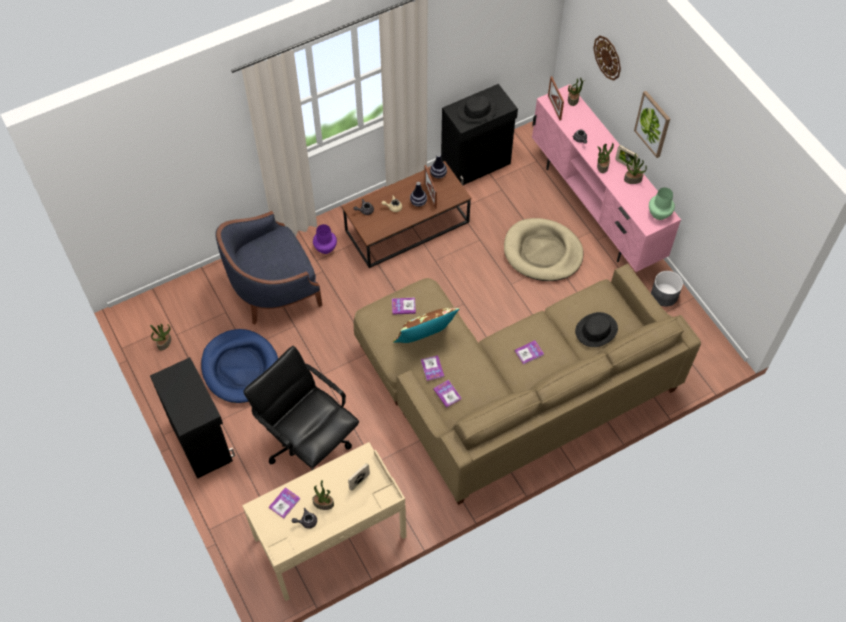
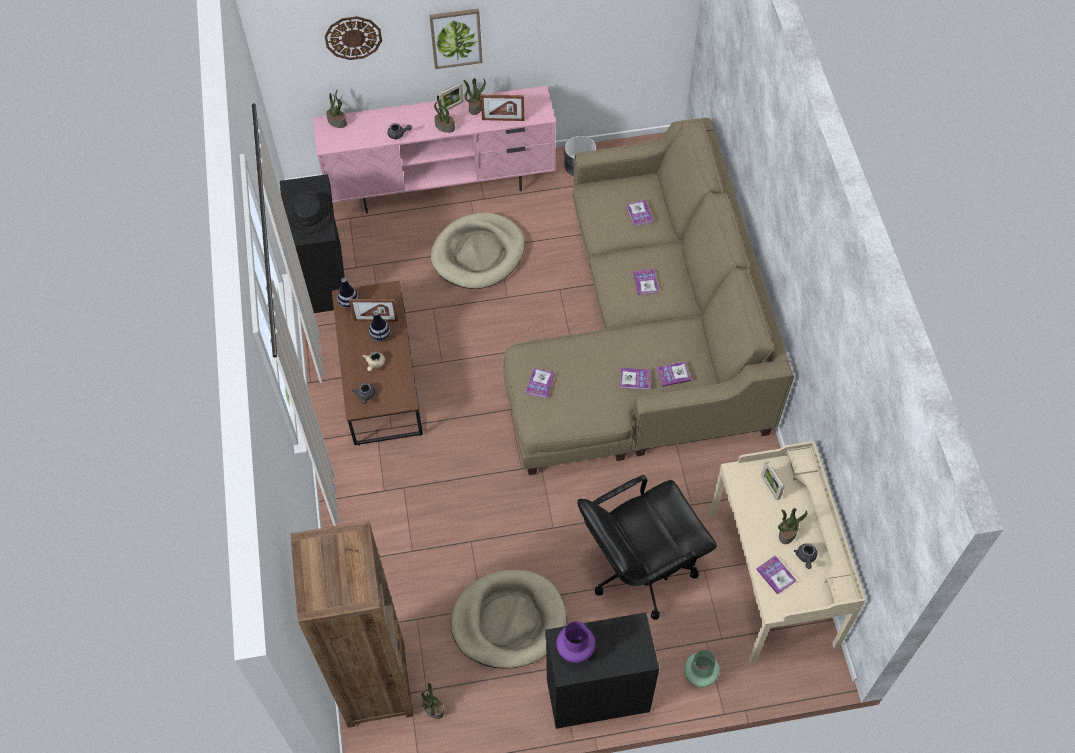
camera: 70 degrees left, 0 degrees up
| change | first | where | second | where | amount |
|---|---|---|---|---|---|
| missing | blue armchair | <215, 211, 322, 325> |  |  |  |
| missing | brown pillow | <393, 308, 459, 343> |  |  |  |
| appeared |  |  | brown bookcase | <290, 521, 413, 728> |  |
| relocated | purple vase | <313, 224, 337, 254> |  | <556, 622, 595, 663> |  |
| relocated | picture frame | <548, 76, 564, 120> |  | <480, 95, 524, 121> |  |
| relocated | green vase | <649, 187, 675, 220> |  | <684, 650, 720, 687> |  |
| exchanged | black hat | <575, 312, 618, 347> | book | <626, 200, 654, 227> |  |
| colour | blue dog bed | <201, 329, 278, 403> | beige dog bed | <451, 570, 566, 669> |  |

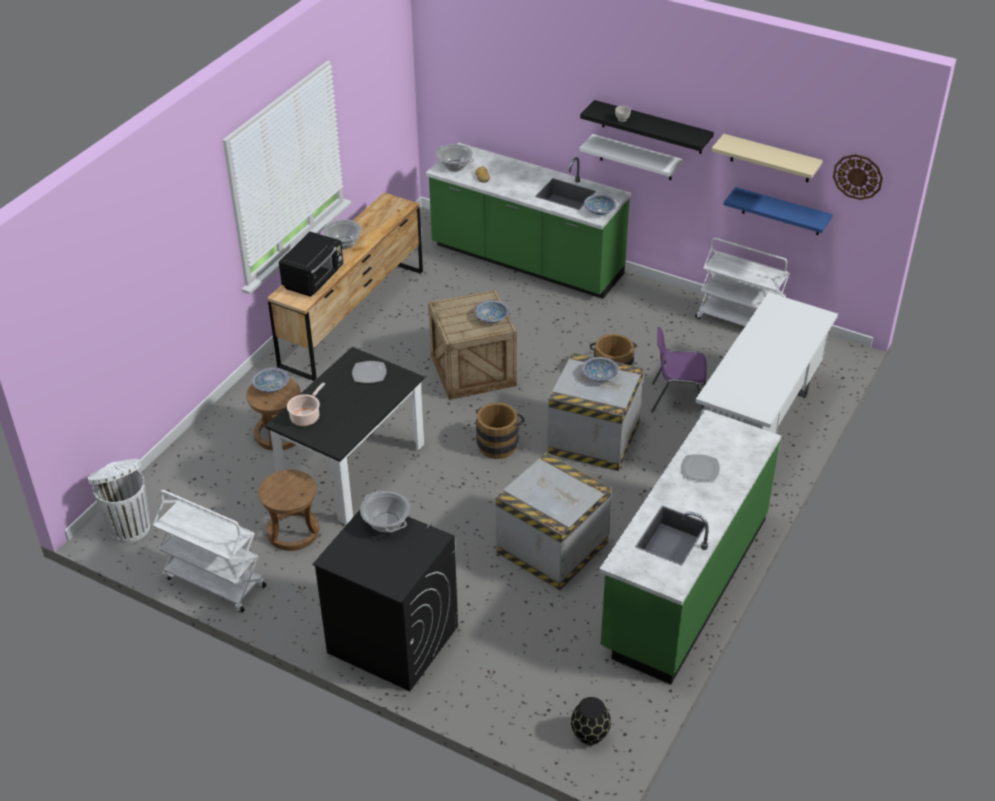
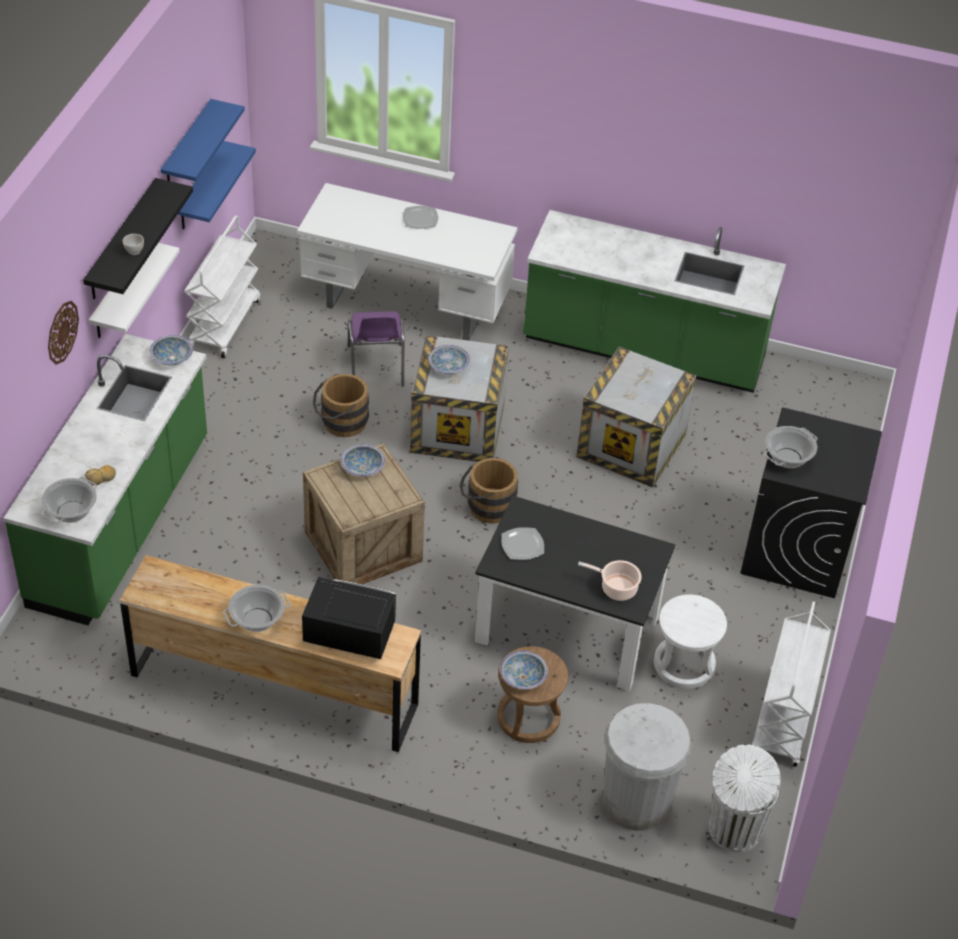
camera: 105 degrees left, 5 degrees up
| change | first | where | second | where | amount |
|---|---|---|---|---|---|
| missing | black vase | <571, 697, 611, 745> |  |  |  |
| appeared |  |  | white trash can | <602, 703, 692, 831> |  |
| relocated | plate | <682, 454, 720, 481> |  | <402, 206, 438, 229> |  |
| relocated | wall clock | <833, 154, 883, 200> |  | <48, 301, 79, 365> |  |
| colour | brown stool | <258, 470, 319, 551> | white stool | <654, 594, 727, 689> |  |
| colour | beige shelf | <711, 134, 823, 182> | blue shelf | <161, 99, 245, 181> |  |

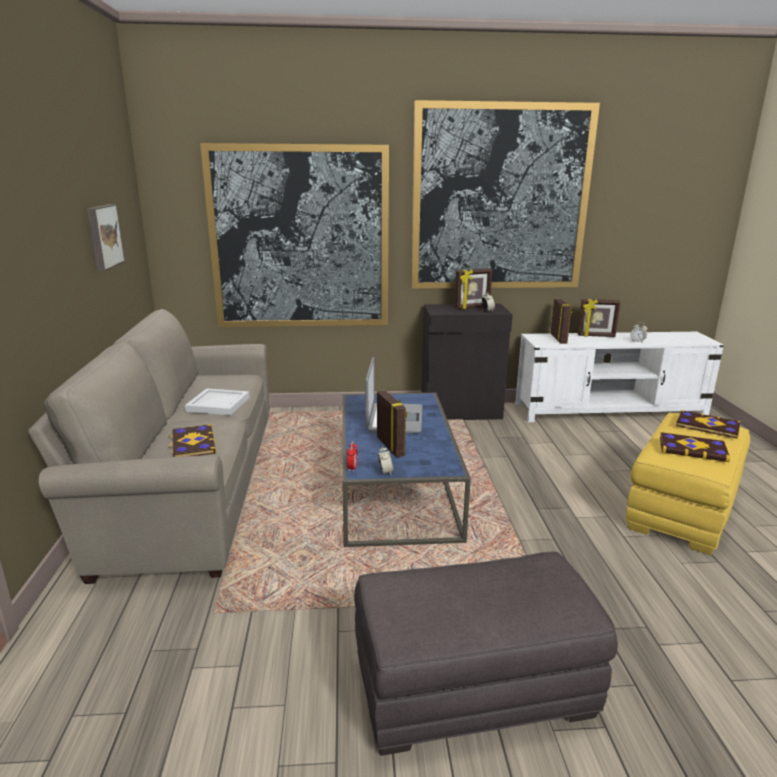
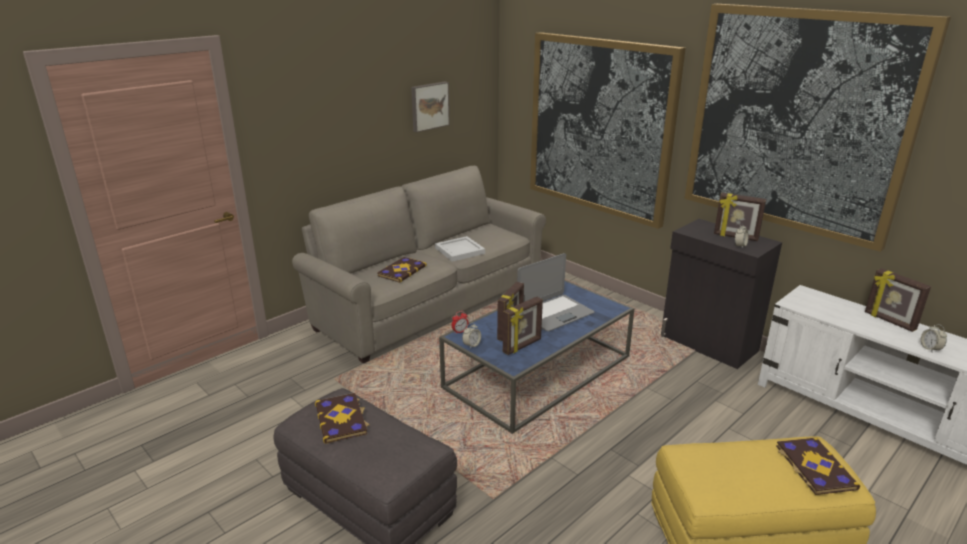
camera: 50 degrees right, 5 degrees up
| change | first | where | second | where | amount |
|---|---|---|---|---|---|
| relocated | picture frame | <550, 299, 572, 344> |  | <503, 297, 543, 355> |  |
| relocated | book | <660, 432, 730, 462> |  | <315, 393, 370, 444> |  |

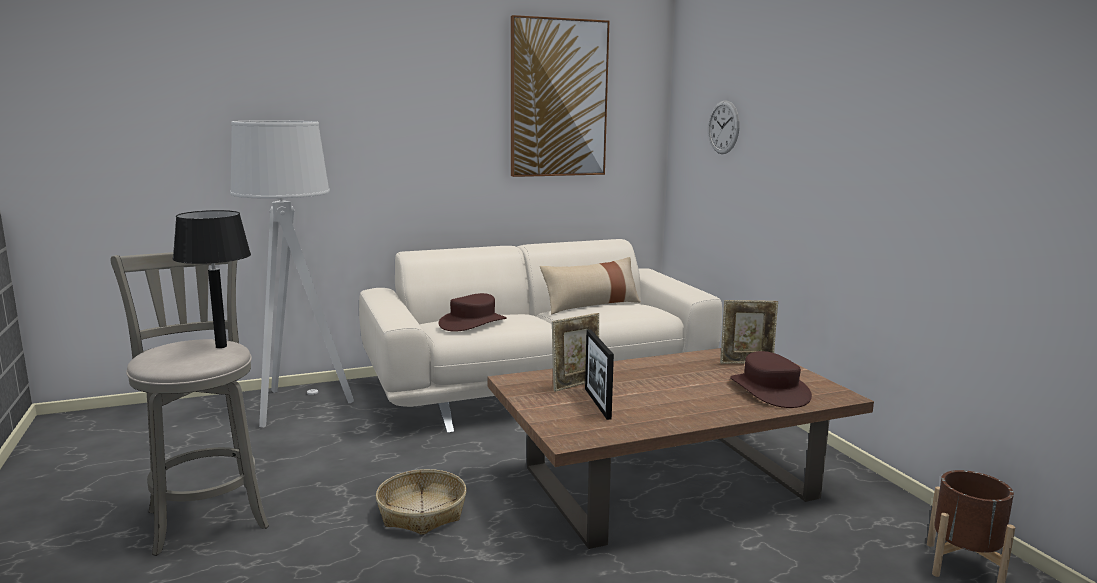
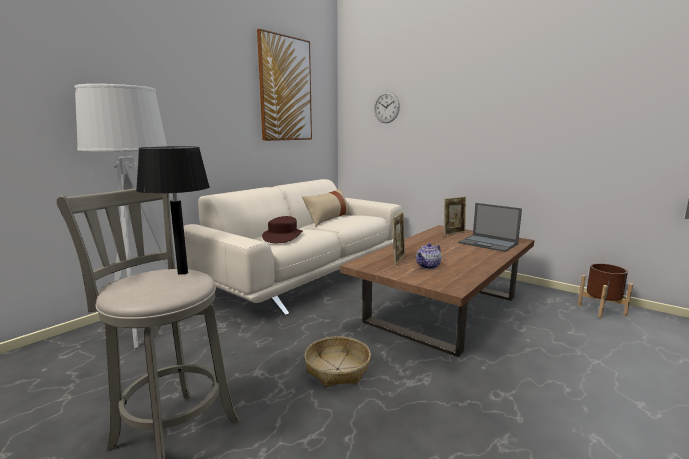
camera: 30 degrees left, 0 degrees up
| change | first | where | second | where | amount |
|---|---|---|---|---|---|
| exchanged | picture frame | <585, 329, 614, 420> | teapot | <416, 243, 441, 269> |  |
| exchanged | brown hat | <730, 351, 812, 408> | laptop | <458, 203, 522, 252> |  |

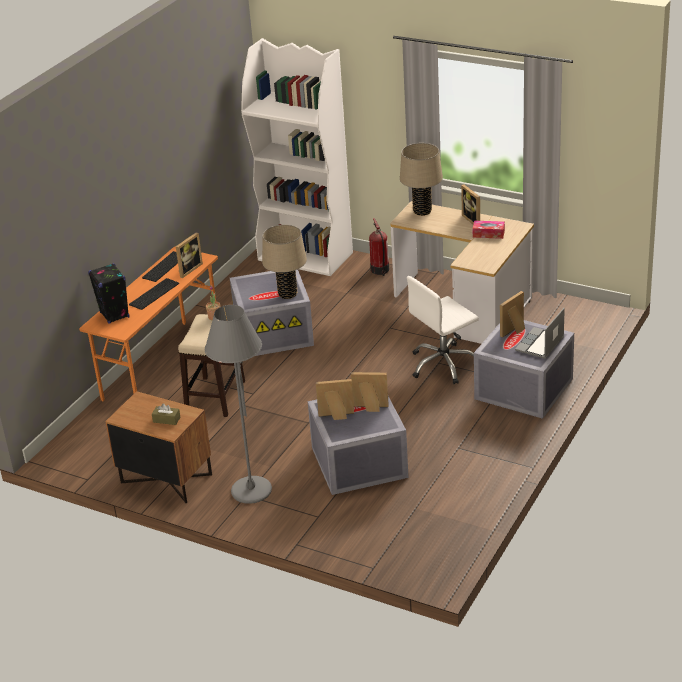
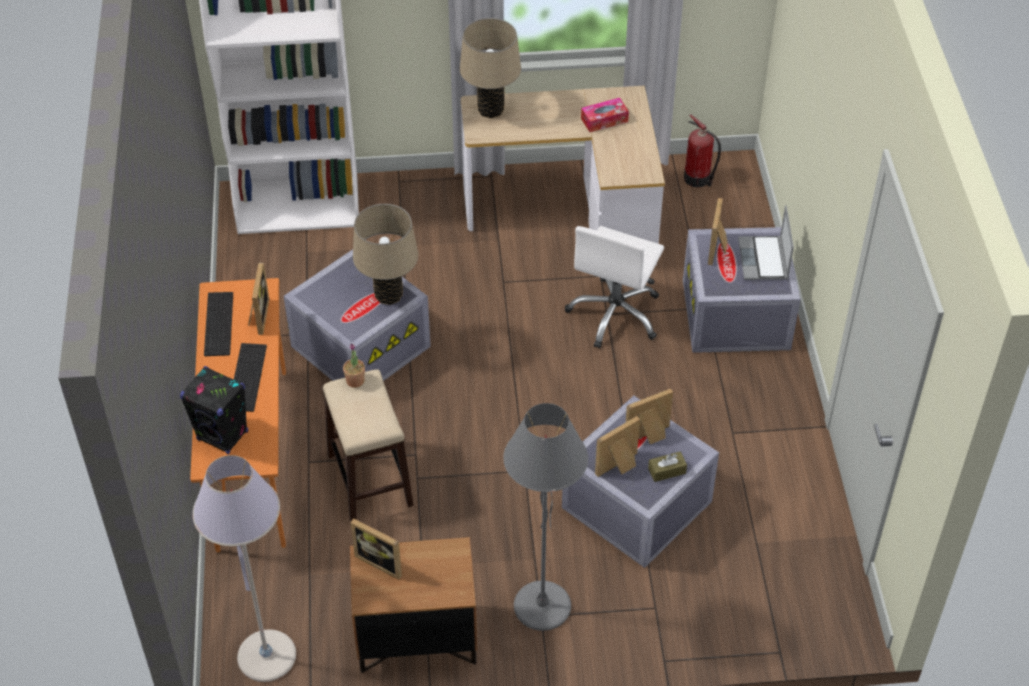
camera: 35 degrees left, 15 degrees up
| change | first | where | second | where | amount |
|---|---|---|---|---|---|
| appeared |  |  | grey floor lamp | <193, 455, 296, 682> |  |
| relocated | brown tissue box | <152, 403, 180, 425> |  | <648, 452, 687, 482> |  |
| relocated | fire extinguisher | <369, 218, 389, 276> |  | <684, 114, 721, 187> |  |
| relocated | picture frame | <461, 184, 480, 224> |  | <351, 519, 402, 580> |  |

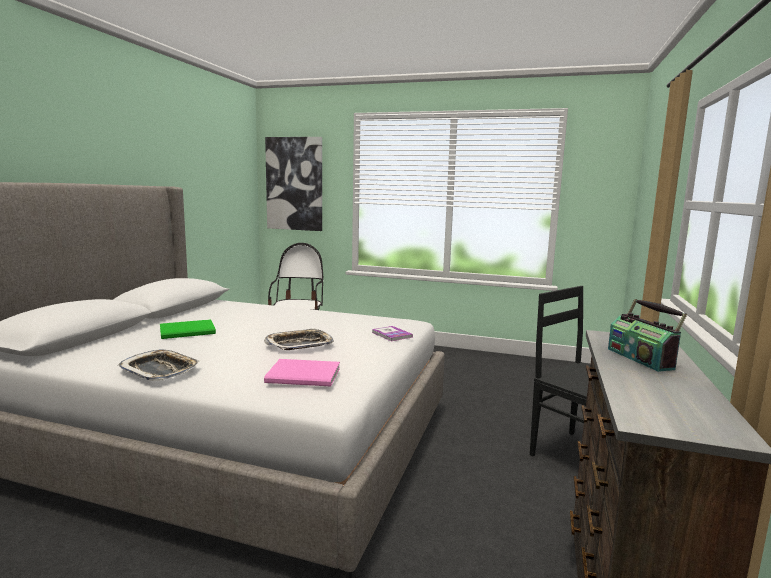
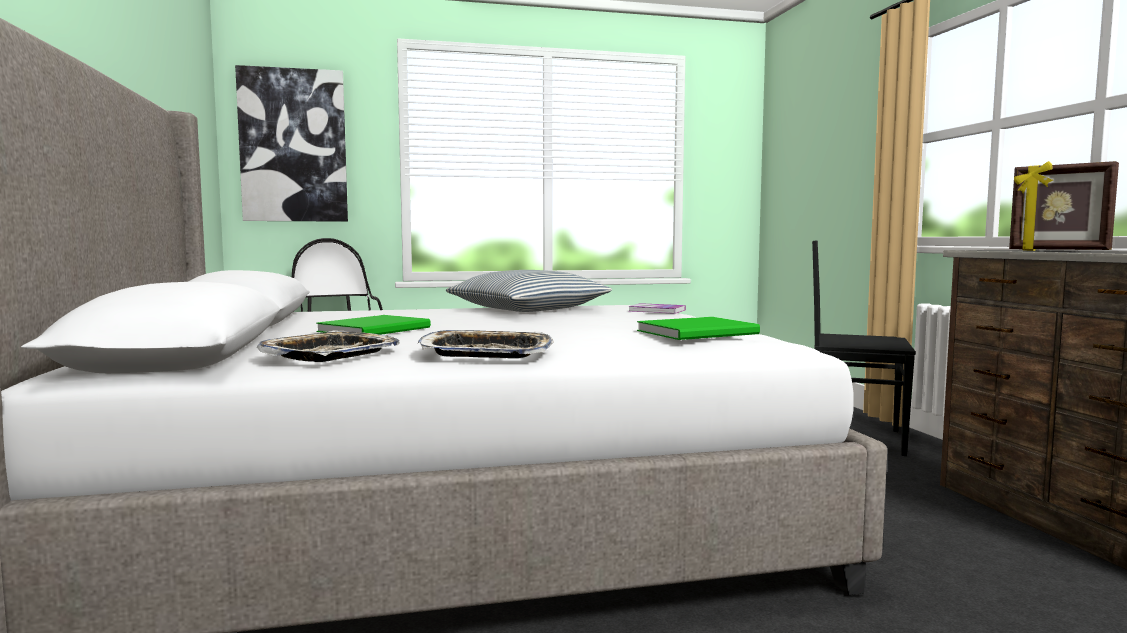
camera: 30 degrees left, 5 degrees down
| change | first | where | second | where | amount |
|---|---|---|---|---|---|
| appeared |  |  | pillow | <446, 270, 612, 312> |  |
| relocated | tray | <264, 328, 334, 350> |  | <257, 331, 400, 362> |  |
| exchanged | radio | <608, 299, 687, 372> | picture frame | <1009, 161, 1119, 251> |  |
| colour | pink book | <264, 359, 340, 386> | green book | <637, 317, 760, 340> |  |

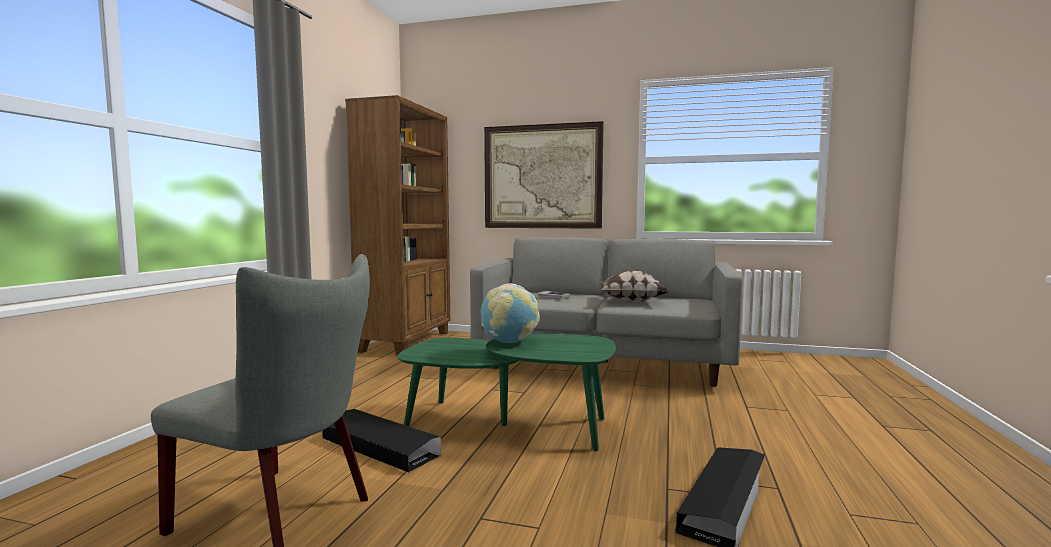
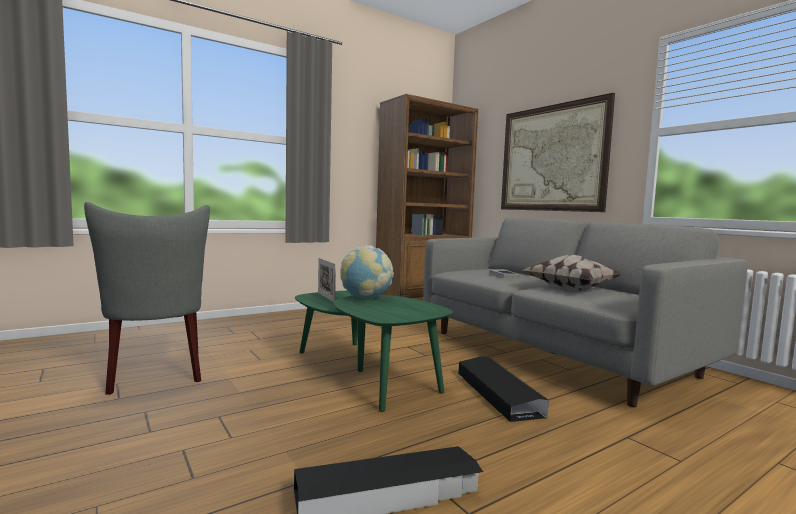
camera: 40 degrees right, 0 degrees up
| change | first | where | second | where | amount |
|---|---|---|---|---|---|
| appeared |  |  | picture frame | <318, 258, 336, 302> |  |
| relocated | black storage box | <322, 409, 441, 472> |  | <458, 356, 549, 422> |  |

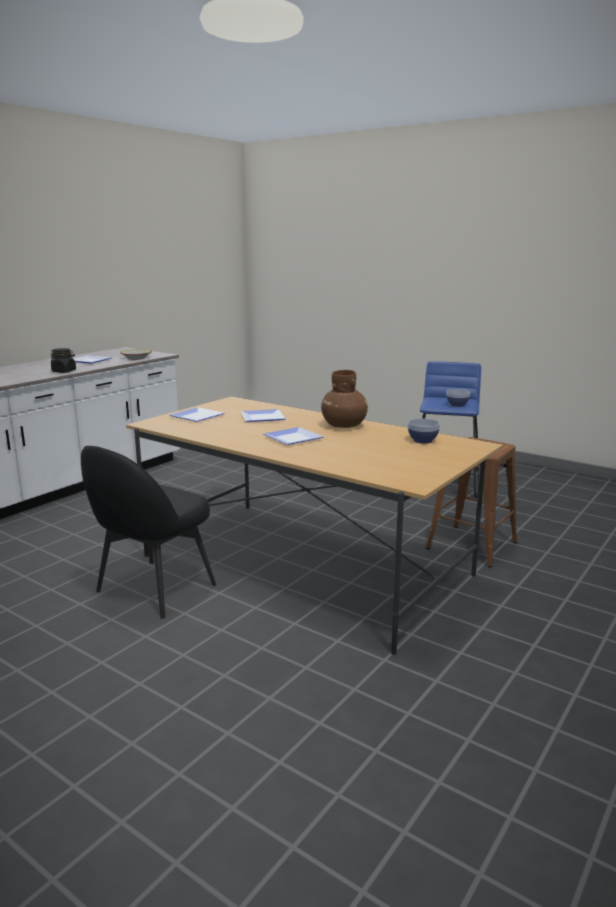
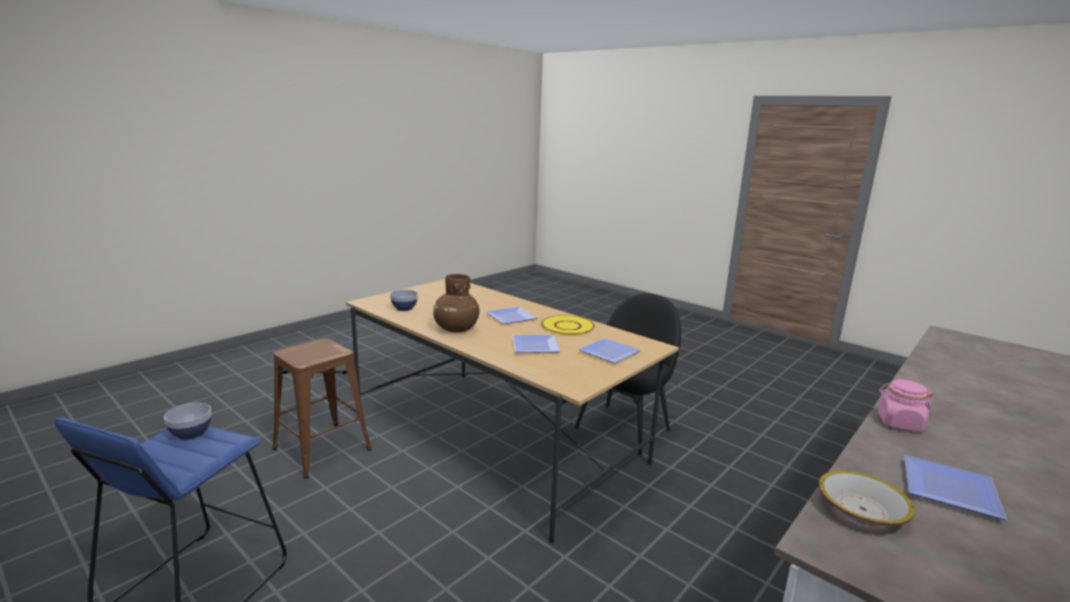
camera: 175 degrees left, 0 degrees up
| change | first | where | second | where | amount |
|---|---|---|---|---|---|
| appeared |  |  | yellow plate | <541, 315, 595, 336> |  |
| colour | black jar | <51, 348, 76, 373> | pink jar | <878, 379, 934, 432> |  |

